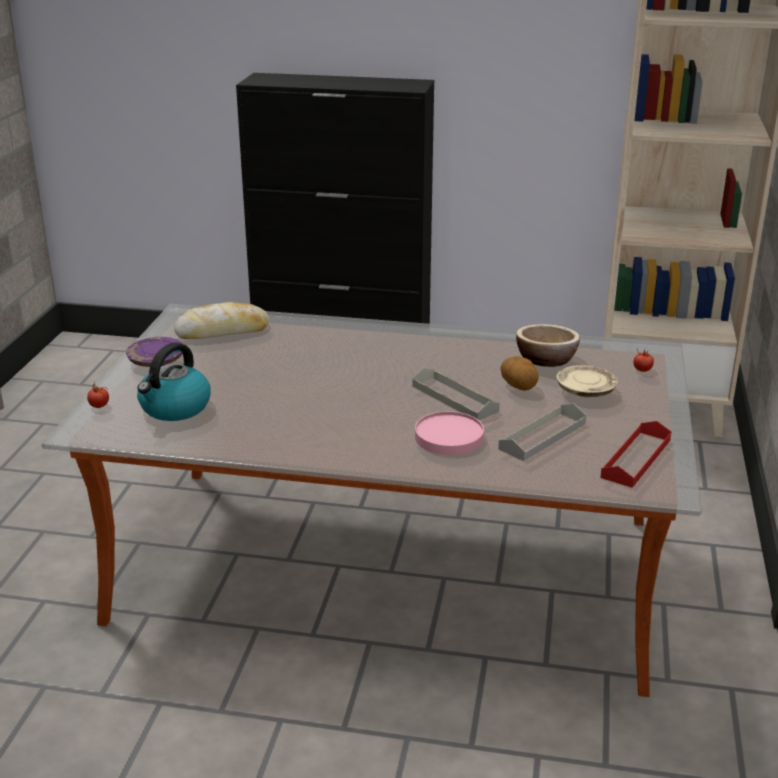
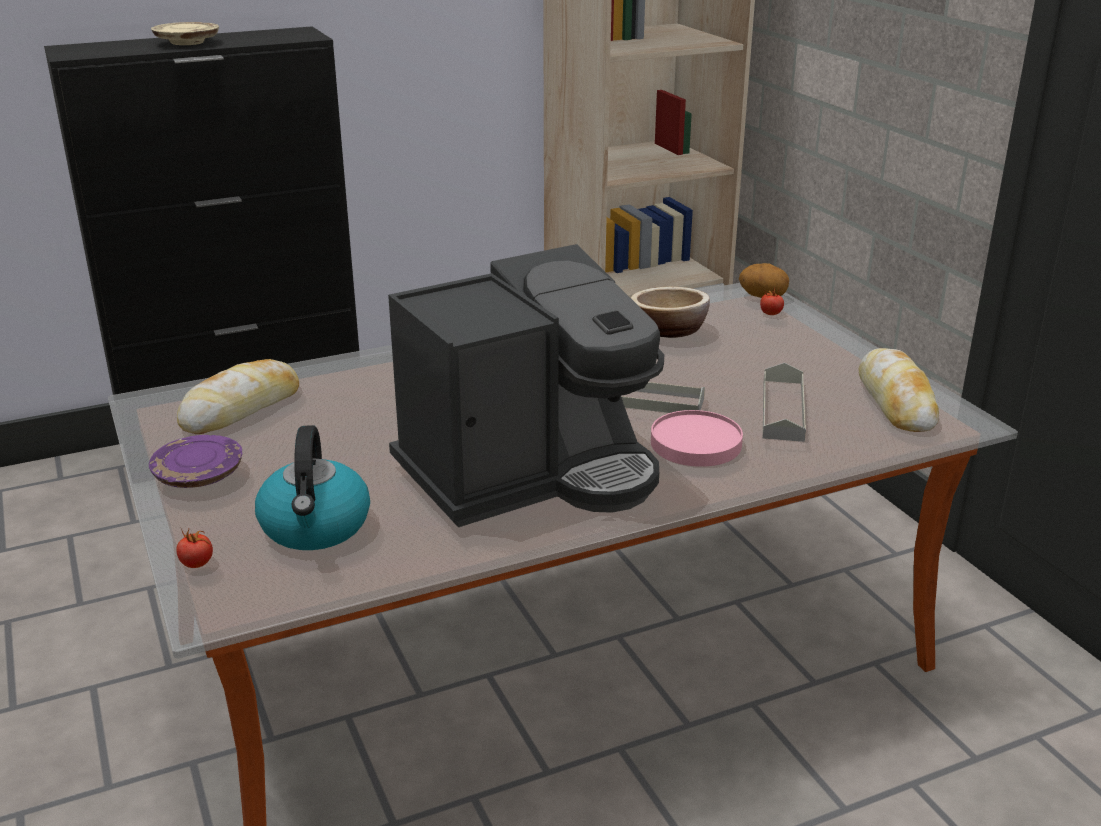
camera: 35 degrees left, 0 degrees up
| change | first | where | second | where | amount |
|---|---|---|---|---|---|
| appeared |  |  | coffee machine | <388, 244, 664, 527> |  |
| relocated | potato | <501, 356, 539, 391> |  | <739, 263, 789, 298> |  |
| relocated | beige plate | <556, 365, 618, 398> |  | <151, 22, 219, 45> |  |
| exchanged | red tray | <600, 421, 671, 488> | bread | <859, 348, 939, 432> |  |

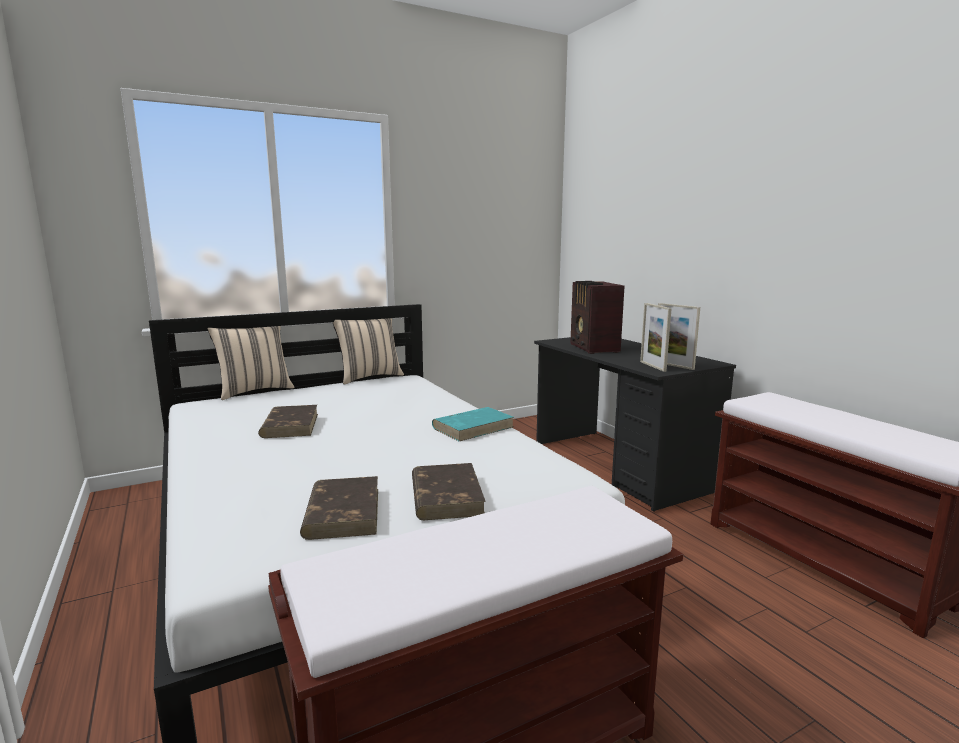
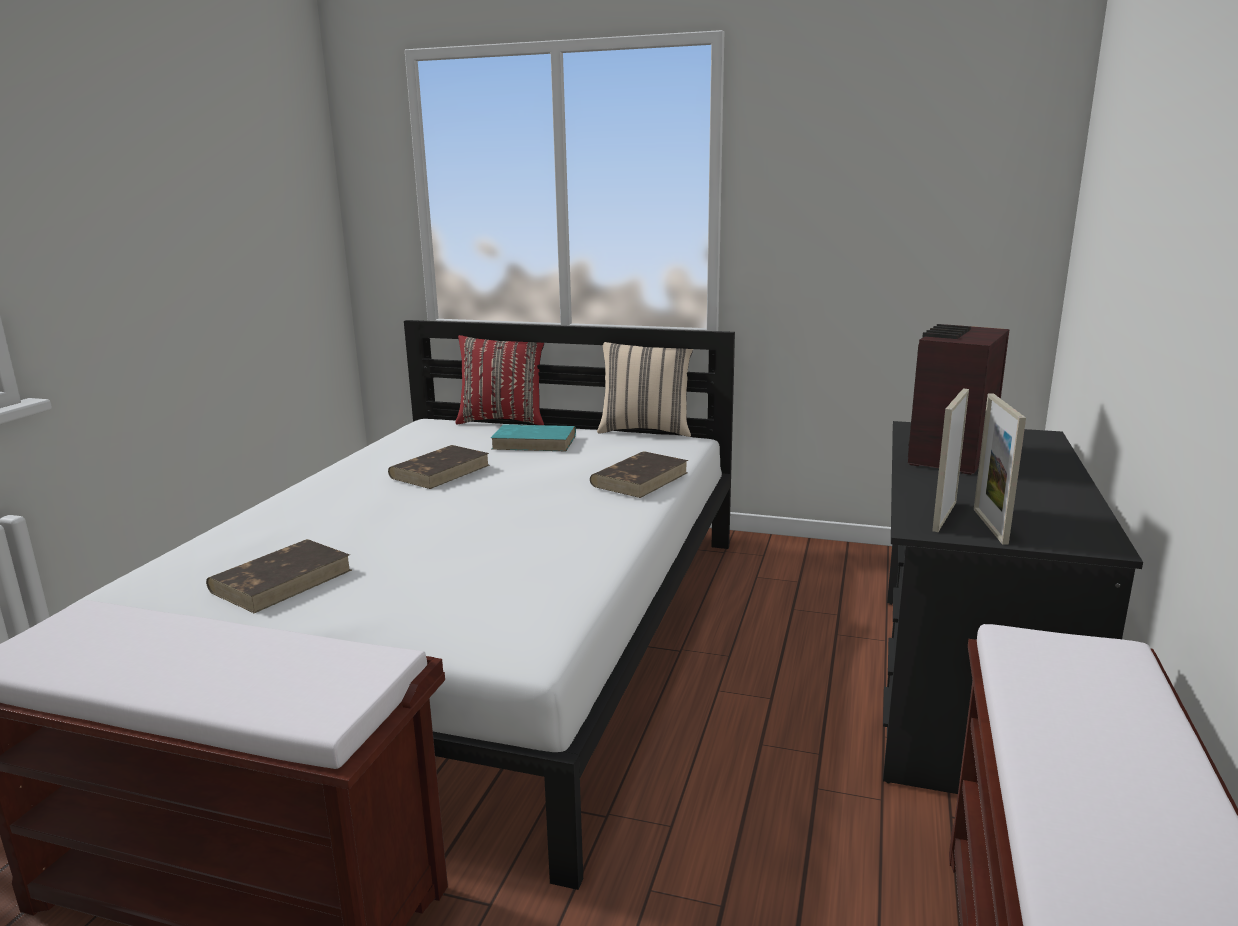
camera: 45 degrees right, 5 degrees up
| change | first | where | second | where | amount |
|---|---|---|---|---|---|
| relocated | brown book | <412, 463, 486, 520> |  | <590, 451, 688, 498> |  |
| relocated | turquoise book | <432, 407, 514, 441> |  | <491, 424, 576, 451> |  |
| colour | beige pillow | <208, 326, 295, 400> | red pillow | <455, 335, 544, 425> |  |

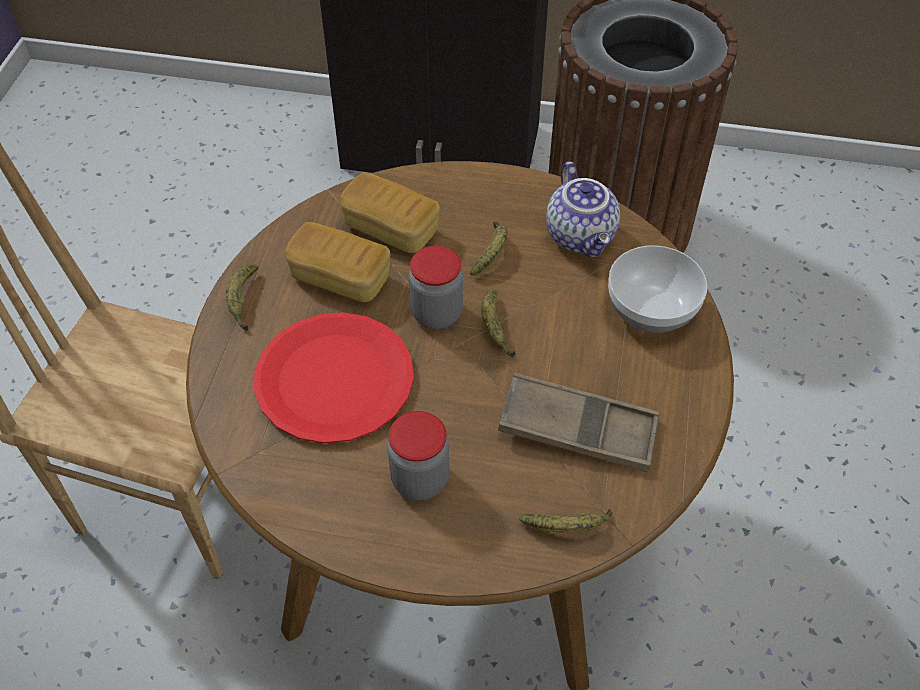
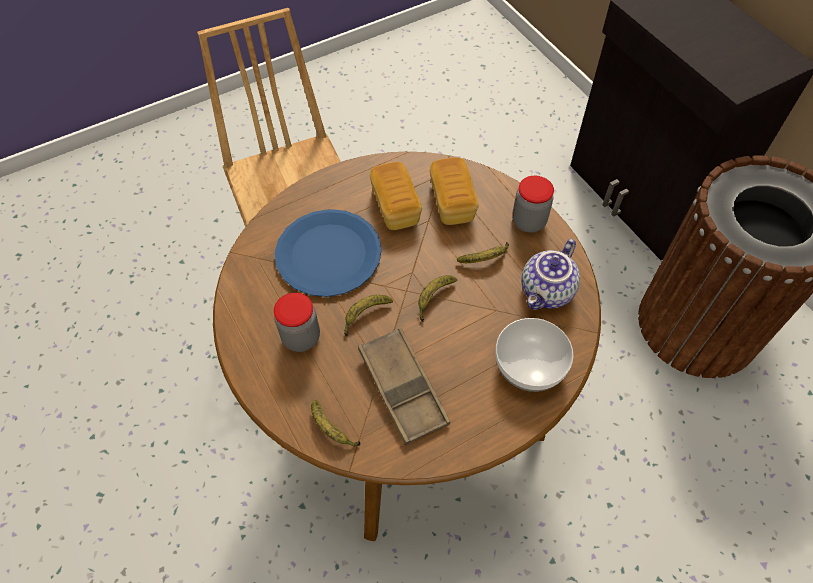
camera: 50 degrees right, 5 degrees up
| change | first | where | second | where | amount |
|---|---|---|---|---|---|
| relocated | banana | <226, 264, 258, 331> |  | <344, 295, 393, 337> |  |
| relocated | jar | <409, 246, 463, 329> |  | <512, 176, 554, 233> |  |
| colour | red plate | <254, 312, 414, 443> | blue plate | <275, 209, 382, 297> |  |

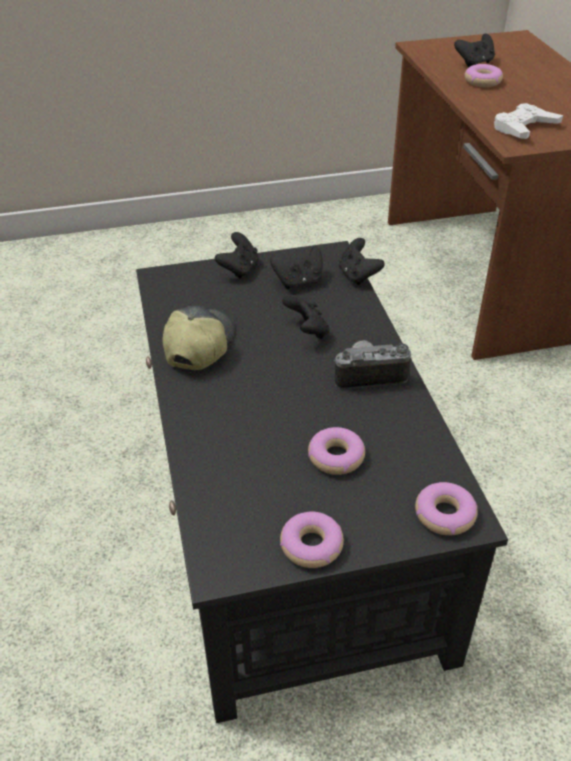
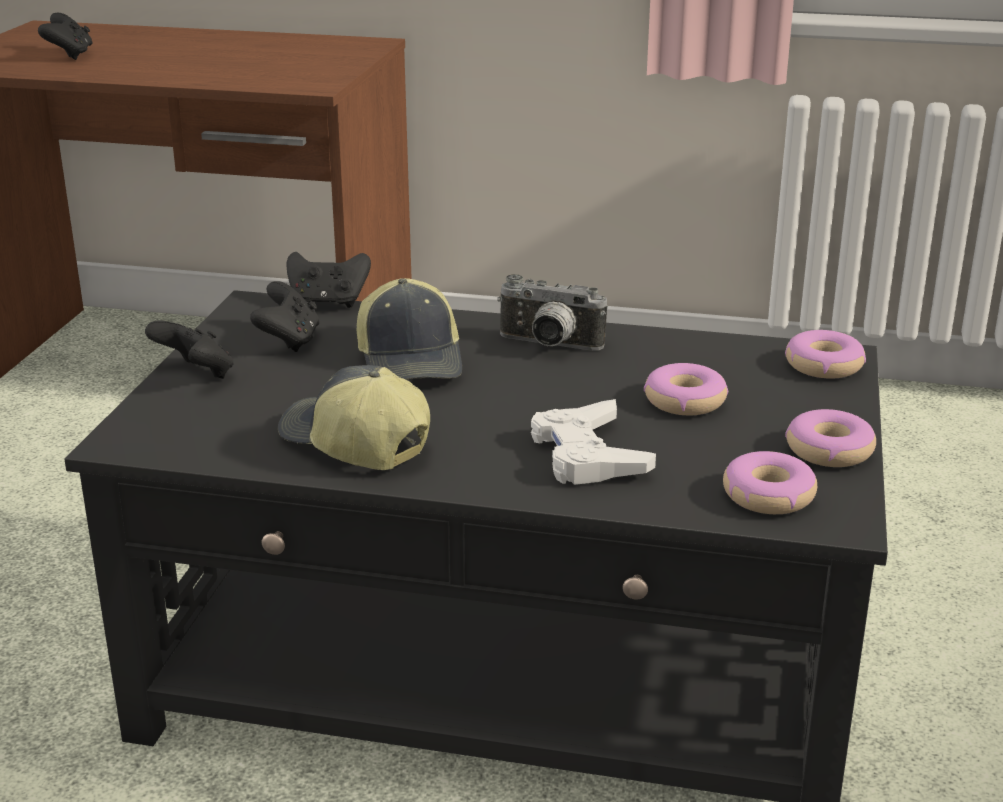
camera: 65 degrees left, 15 degrees down
| change | first | where | second | where | amount |
|---|---|---|---|---|---|
| relocated | donut | <465, 64, 503, 87> |  | <723, 451, 817, 514> |  |
| relocated | white game controller | <494, 103, 563, 139> |  | <531, 399, 656, 485> |  |
| exchanged | black game controller | <282, 295, 329, 339> | cap | <357, 278, 462, 380> |  |
| spun | photo camera | <333, 340, 411, 389> |  | <497, 274, 607, 351> | 90 degrees counterclockwise |

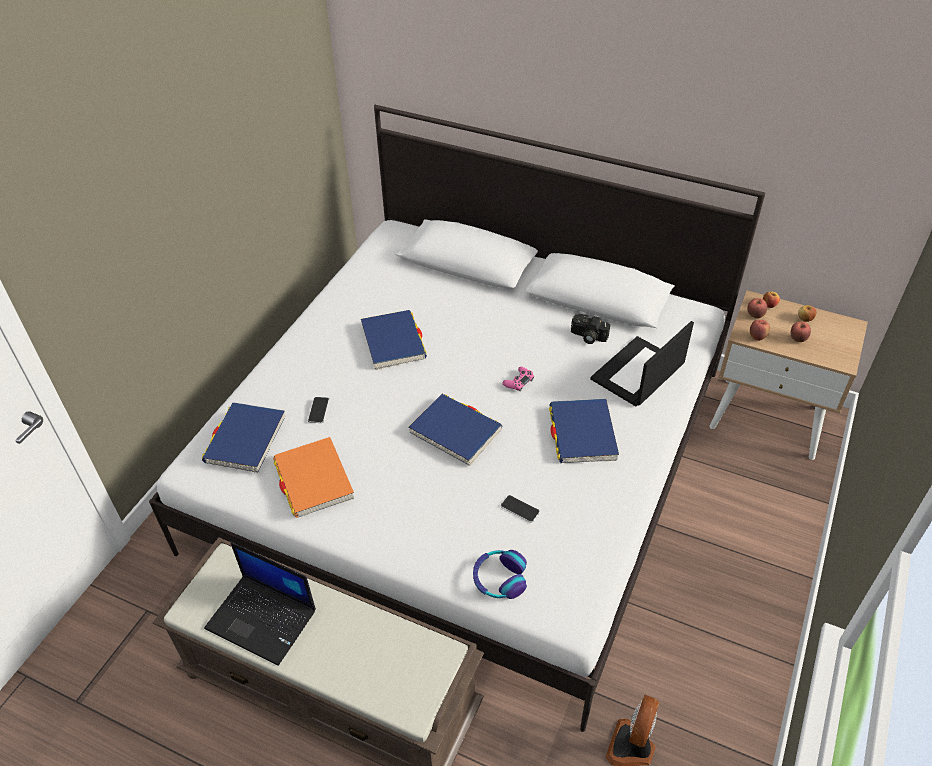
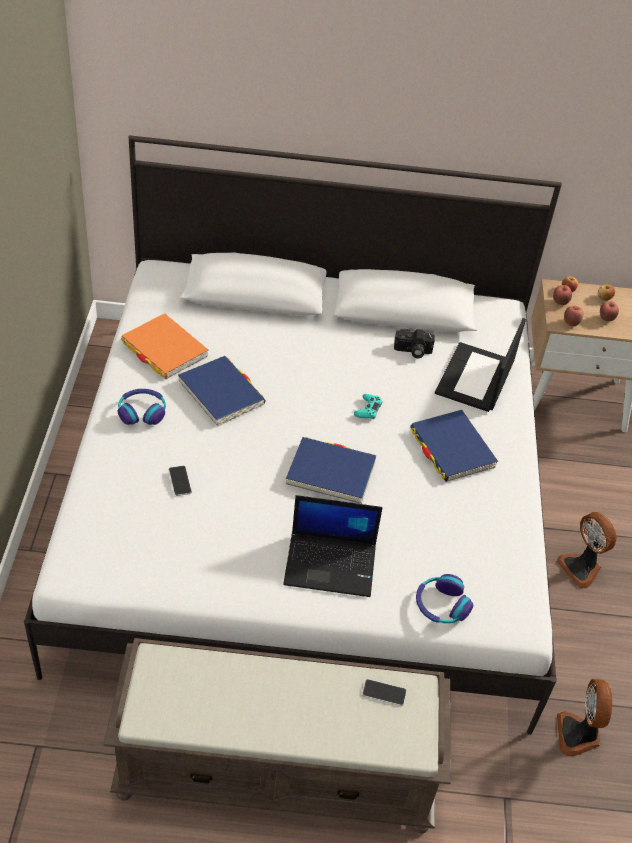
camera: 25 degrees left, 0 degrees up
| change | first | where | second | where | amount |
|---|---|---|---|---|---|
| missing | blue book | <202, 402, 285, 473> |  |  |  |
| appeared |  |  | headphones | <118, 389, 166, 425> |  |
| appeared |  |  | fan | <556, 512, 617, 588> |  |
| relocated | laptop | <204, 542, 316, 666> |  | <283, 495, 383, 597> |  |
| relocated | orange book | <273, 437, 354, 518> |  | <121, 313, 208, 379> |  |
| relocated | phone | <501, 495, 540, 523> |  | <362, 679, 407, 706> |  |
| colour | pink game controller | <503, 367, 534, 392> | turquoise game controller | <354, 394, 382, 419> |  |

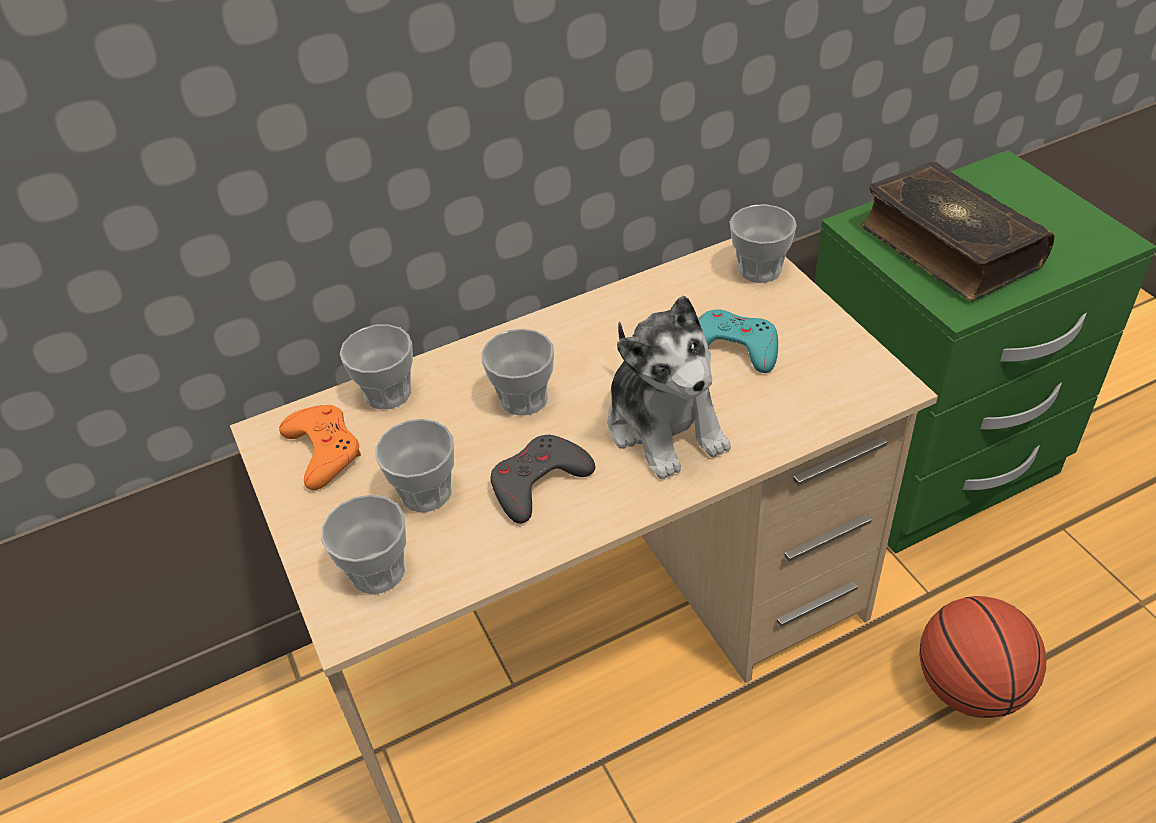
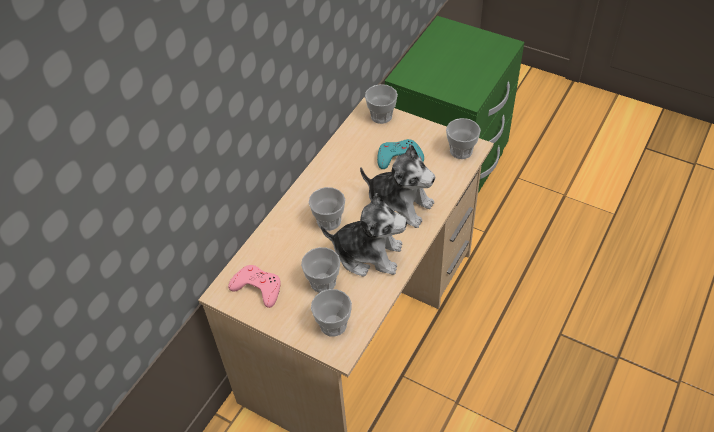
camera: 35 degrees left, 5 degrees up
| change | first | where | second | where | amount |
|---|---|---|---|---|---|
| missing | book | <861, 161, 1054, 301> |  |  |  |
| missing | basketball | <919, 596, 1046, 718> |  |  |  |
| relocated | cup | <340, 324, 413, 410> |  | <446, 118, 481, 159> |  |
| exchanged | grey game controller | <491, 435, 595, 524> | plush toy | <321, 193, 407, 277> |  |
| colour | orange game controller | <279, 405, 361, 490> | pink game controller | <228, 265, 281, 308> |  |

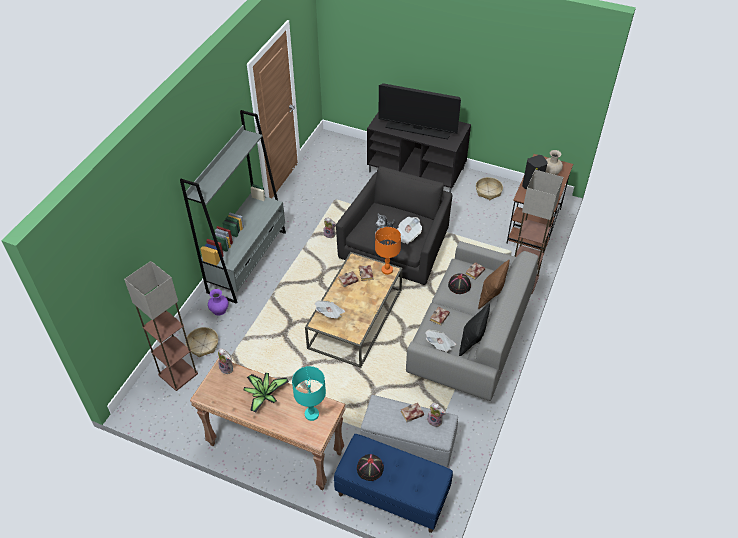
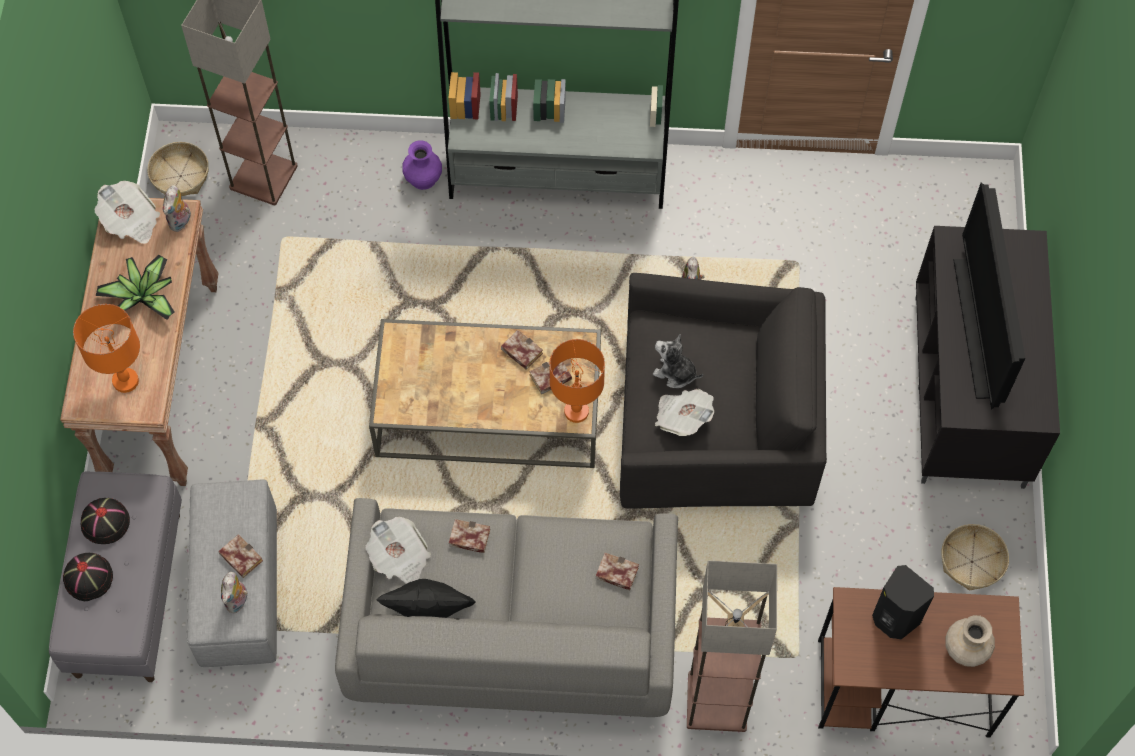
camera: 70 degrees right, 15 degrees up
| change | first | where | second | where | amount |
|---|---|---|---|---|---|
| missing | brown pillow | <478, 259, 510, 309> |  |  |  |
| relocated | basket | <186, 327, 218, 357> |  | <147, 142, 209, 196> |  |
| relocated | newspaper | <315, 300, 345, 319> |  | <94, 181, 160, 244> |  |
| relocated | black hat | <448, 273, 471, 294> |  | <63, 553, 113, 601> |  |
| colour | turquoise table lamp | <292, 366, 326, 421> | orange table lamp | <73, 304, 140, 393> |  |
| colour | blue bench | <334, 434, 453, 533> | grey bench | <49, 472, 182, 682> |  |

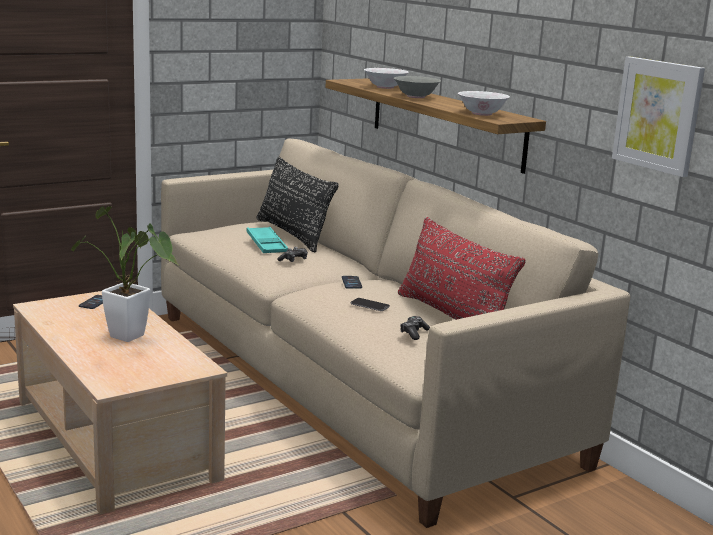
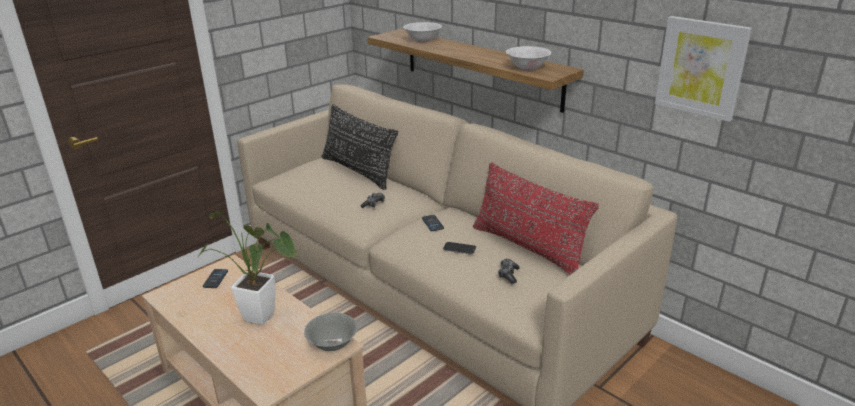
camera: 10 degrees left, 10 degrees up
| change | first | where | second | where | amount |
|---|---|---|---|---|---|
| missing | turquoise tray | <246, 227, 288, 253> |  |  |  |
| relocated | grey bowl | <394, 76, 441, 98> |  | <304, 313, 358, 351> |  |

